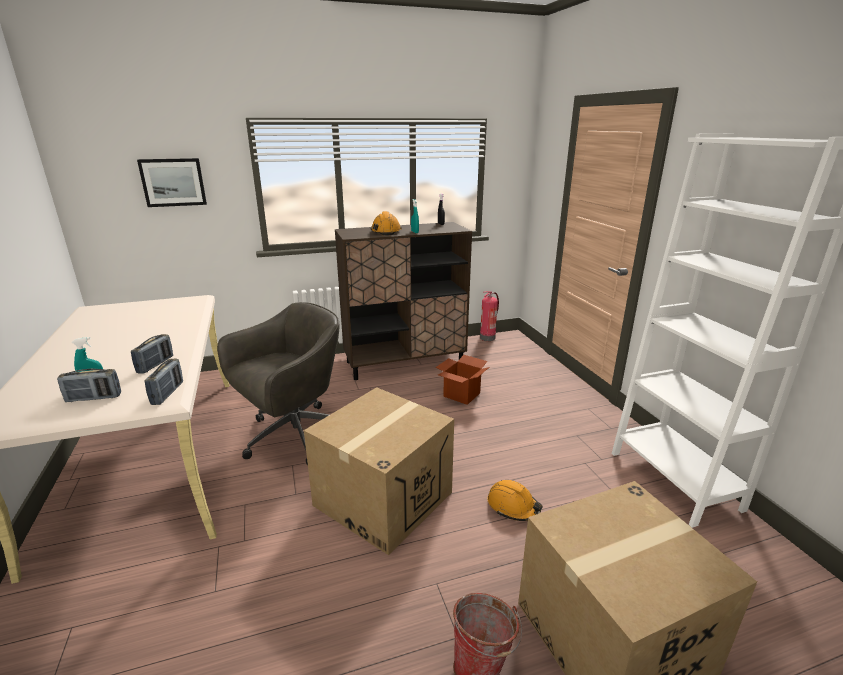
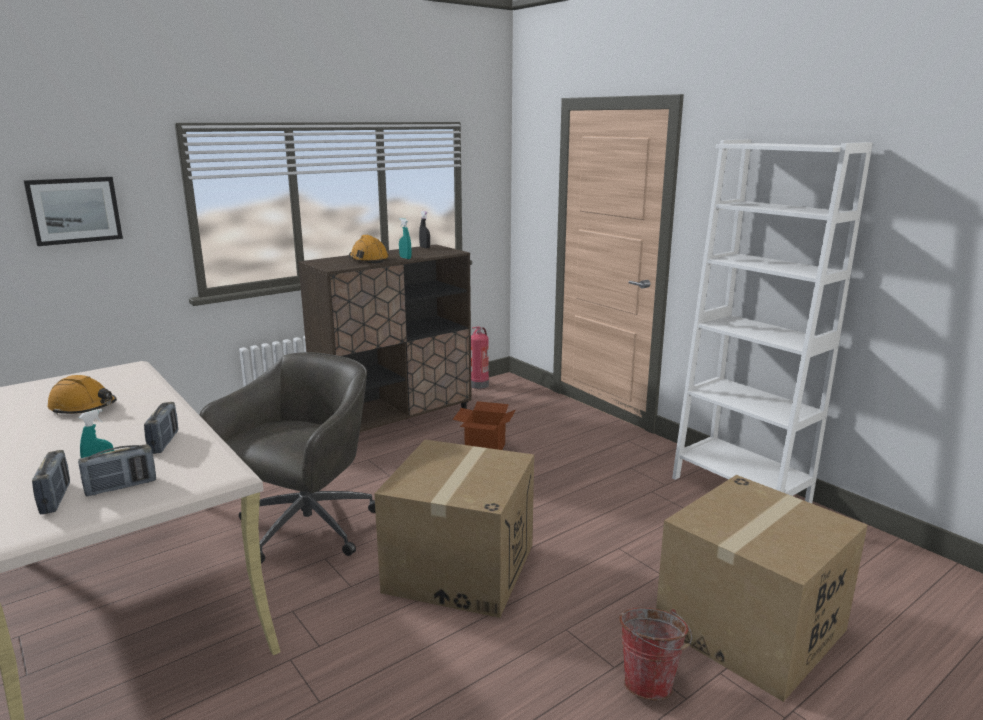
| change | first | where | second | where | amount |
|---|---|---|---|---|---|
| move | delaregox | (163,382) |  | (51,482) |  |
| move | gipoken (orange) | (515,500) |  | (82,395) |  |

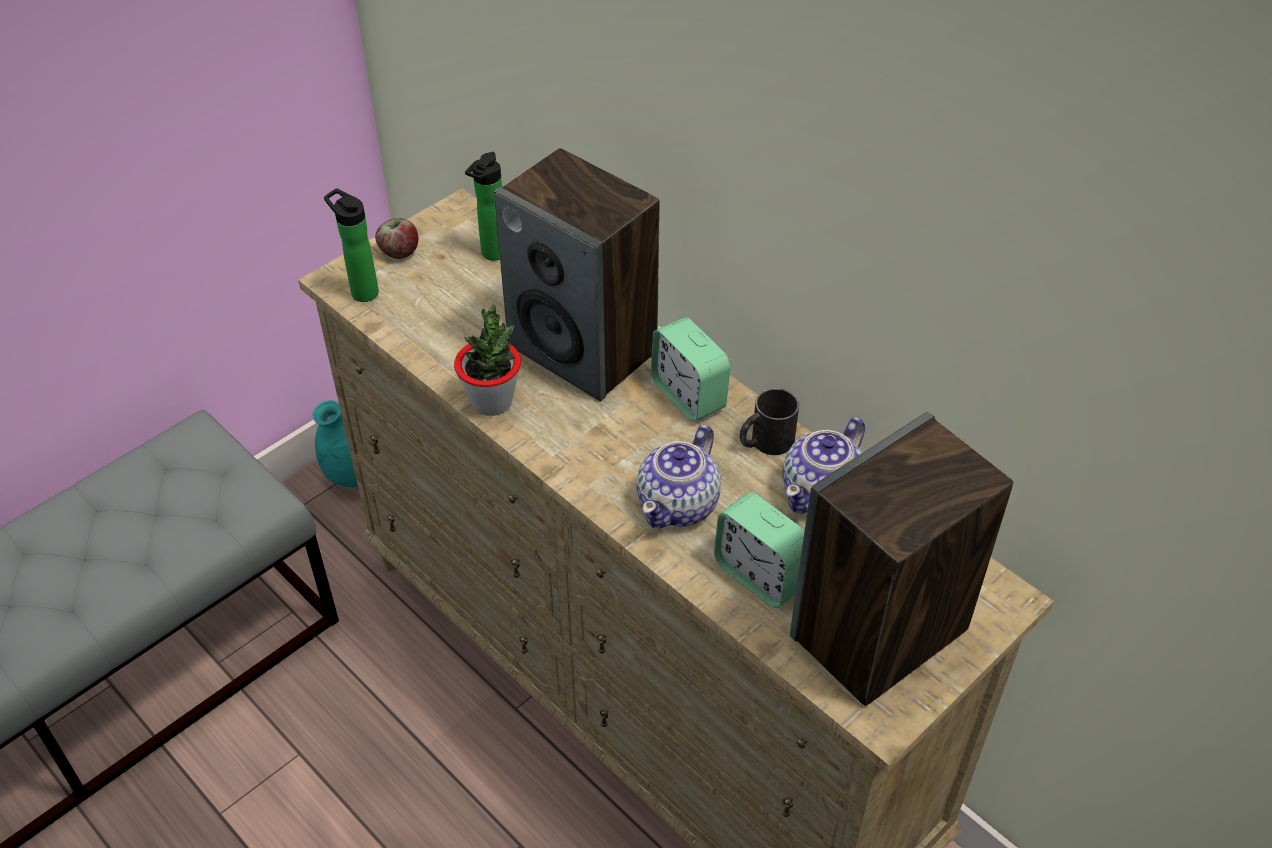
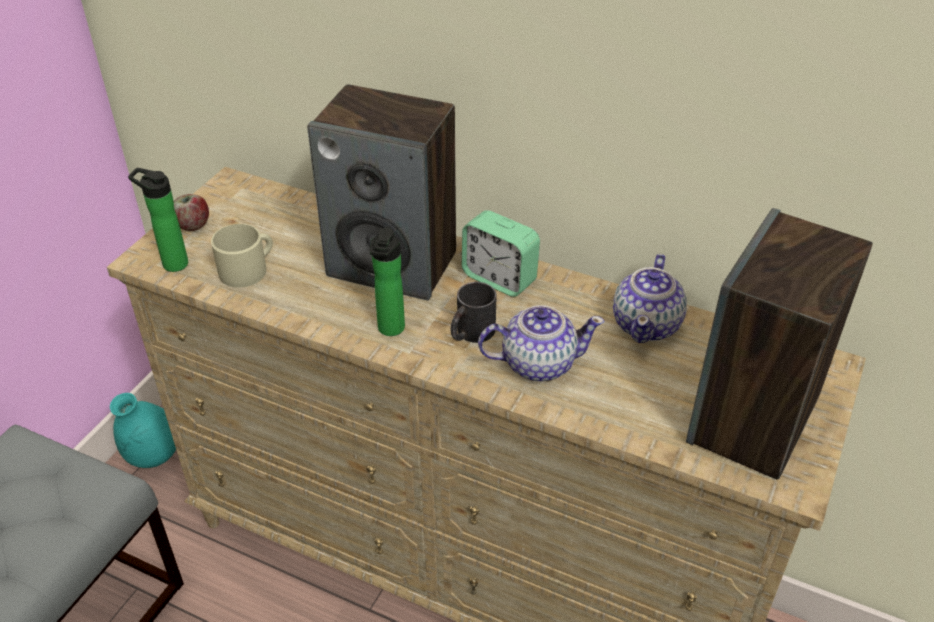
| change | first | where | second | where | amount |
|---|---|---|---|---|---|
| delete | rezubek | (487,360) |  |  |  |
| delete | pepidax | (759,550) |  |  |  |
| insert |  |  | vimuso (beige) | (242,256) |  |
| move | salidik | (483,206) |  | (387,281) |  |
| move | vimuso (black) | (769,421) |  | (473,312) |  |
| rotate | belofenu | (679,476) |  | (541,343) | 105 degrees counterclockwise |

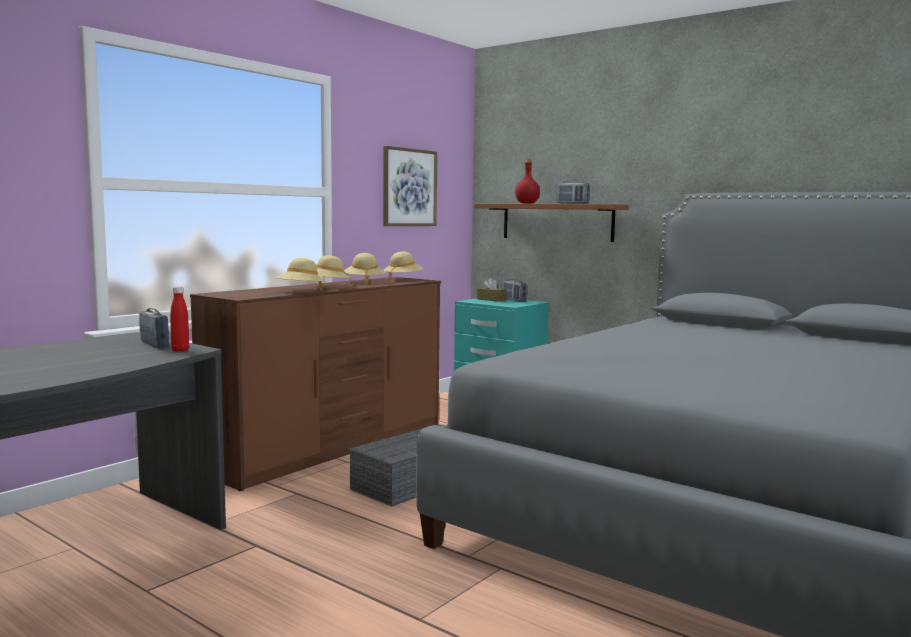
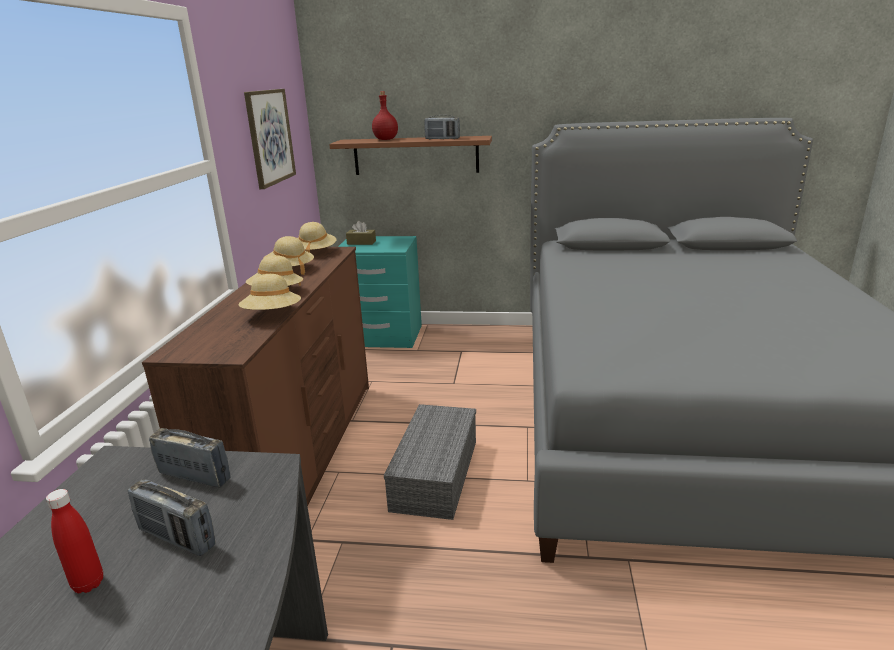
| change | first | where | second | where | amount |
|---|---|---|---|---|---|
| move | salidik (red) | (179,319) |  | (74,541) |  |
| move | delaregox | (514,290) |  | (171,517) |  |

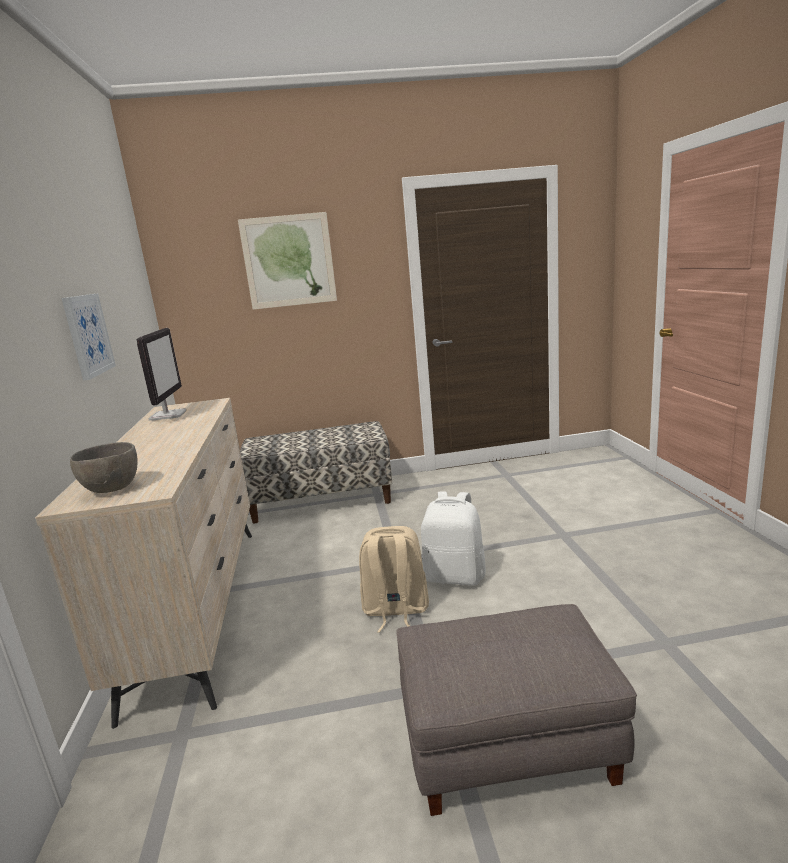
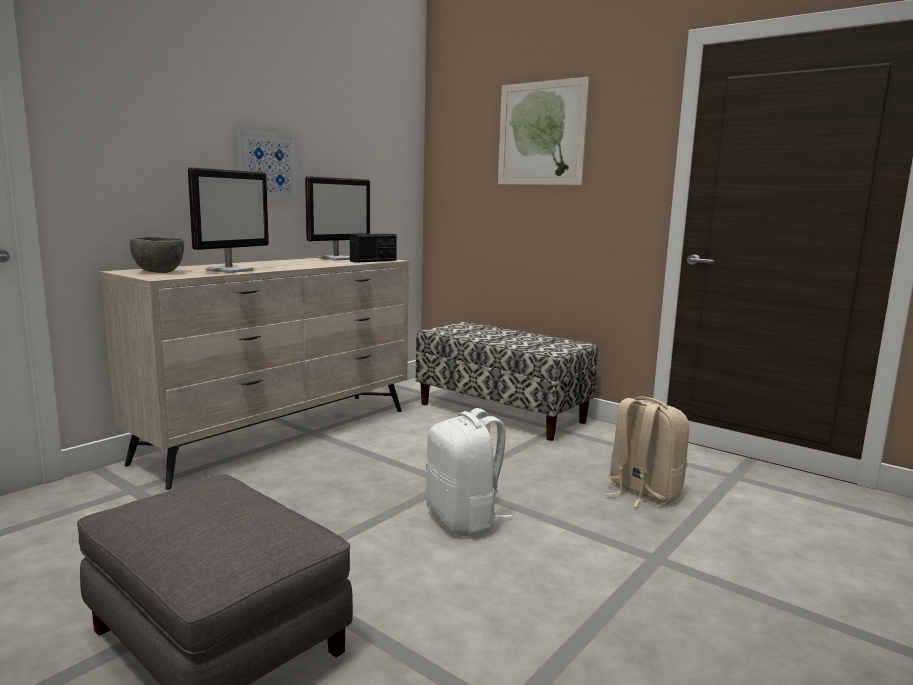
| change | first | where | second | where | amount |
|---|---|---|---|---|---|
| insert |  |  | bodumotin | (228,220) |  |
| insert |  |  | delaregox | (373,248) |  |
| move | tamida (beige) | (394,579) |  | (647,452) |  |

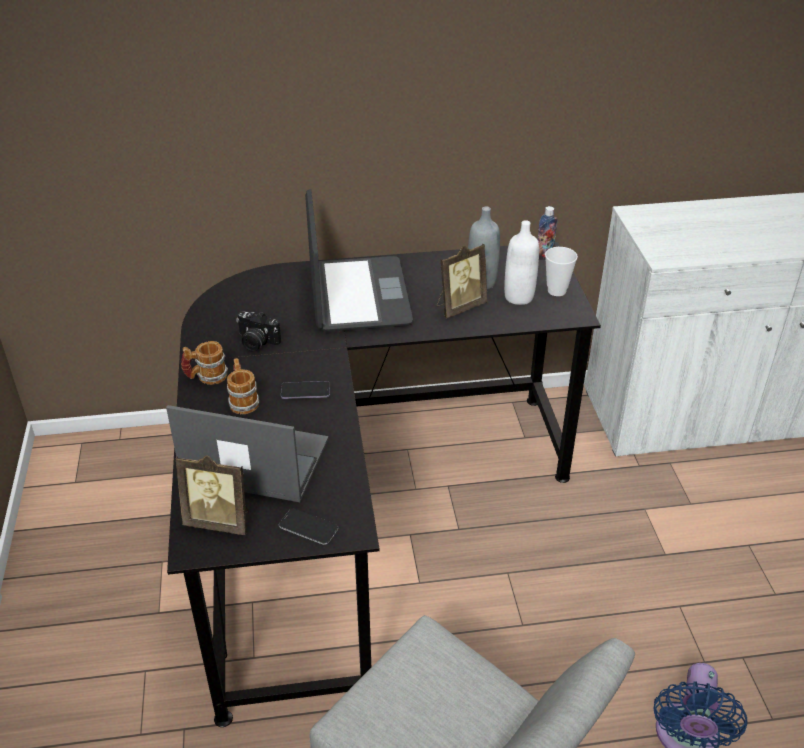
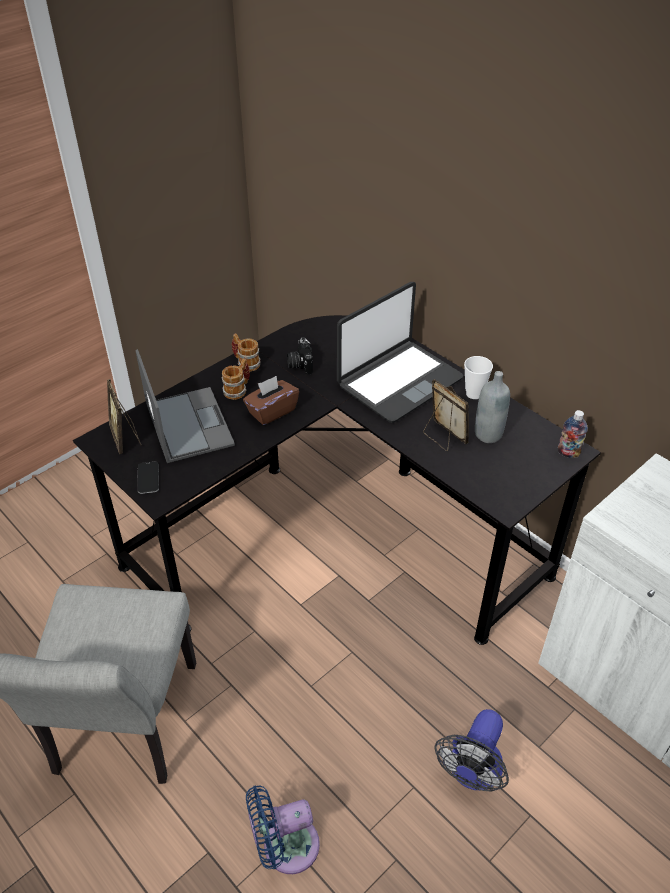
| change | first | where | second | where | amount |
|---|---|---|---|---|---|
| delete | salidik (white) | (521,262) |  |  |  |
| insert |  |  | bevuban | (472,750) |  |
| move | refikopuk | (561,271) |  | (478,377) |  |
| replace | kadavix | (305,390) | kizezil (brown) | (271,400) |  |
| rotate | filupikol | (462,281) |  | (446,415) | 150 degrees counterclockwise |

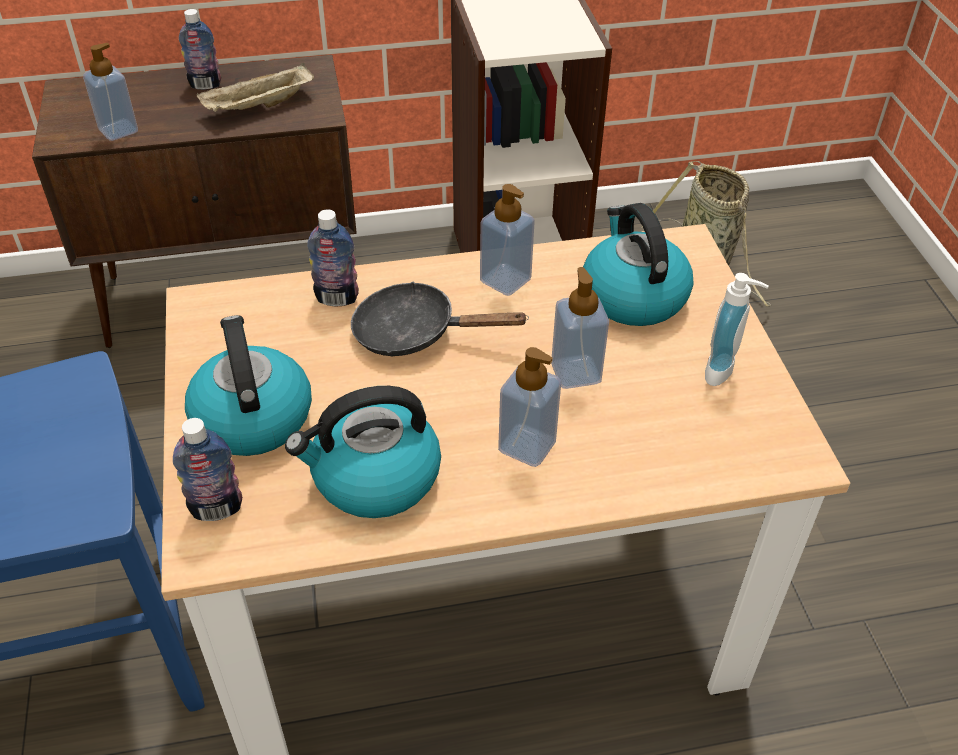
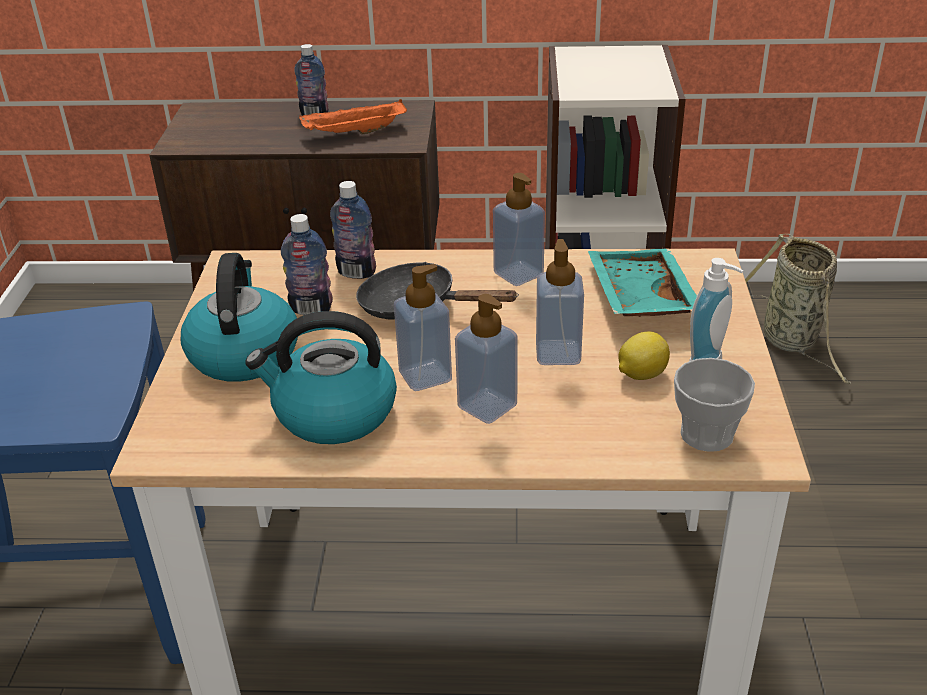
| change | first | where | second | where | amount |
|---|---|---|---|---|---|
| insert |  |  | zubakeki | (644,356) |  |
| insert |  |  | refikopuk | (714,405) |  |
| move | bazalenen | (110,92) |  | (423,327) |  |
| move | salidik | (207,469) |  | (307,264) |  |
| replace | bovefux | (638,264) | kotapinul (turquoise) | (642,283) |  |
| recolor | kotapinul (beige) | (255,87) | kotapinul (orange) | (353,117) |  |

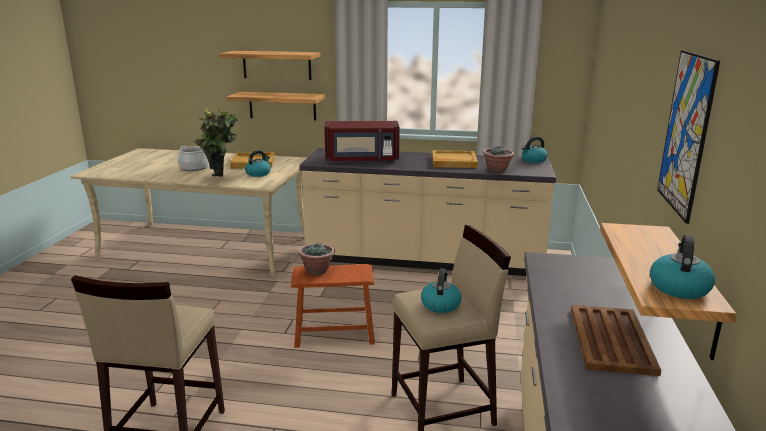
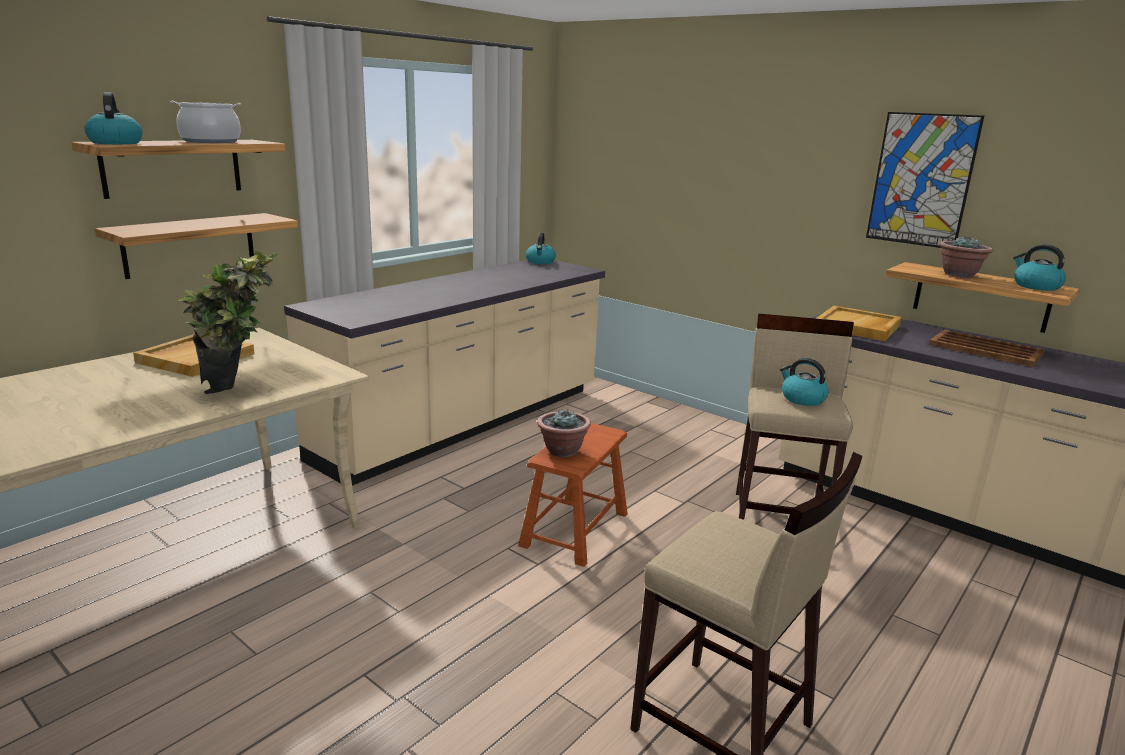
| change | first | where | second | where | amount |
|---|---|---|---|---|---|
| delete | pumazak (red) | (362,142) |  |  |  |
| move | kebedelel | (193,158) |  | (205,122) |  |
| move | bovefux | (258,163) |  | (113,118) |  |
| move | kotapinul (beige) | (455,159) |  | (858,323) |  |
| move | rezubek | (498,159) |  | (966,257) |  |

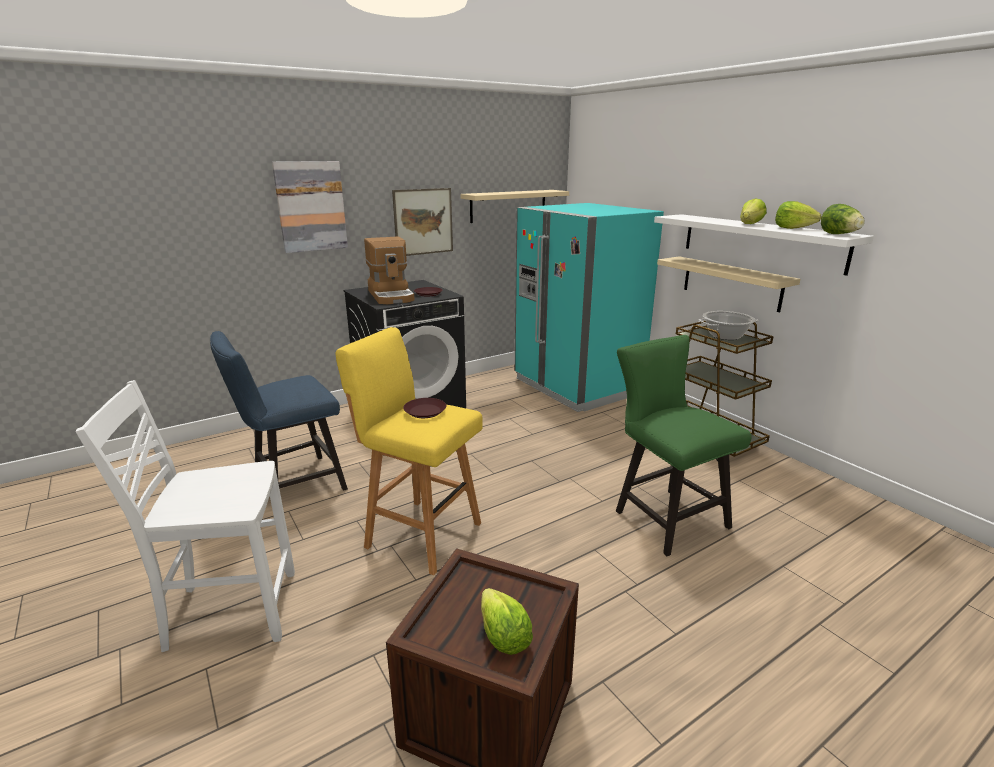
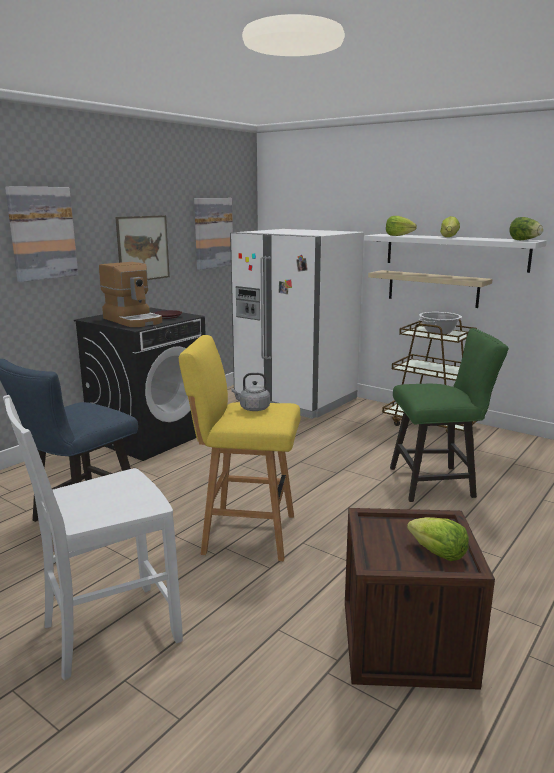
| change | first | where | second | where | amount |
|---|---|---|---|---|---|
| move | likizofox | (798,215) |  | (401,226) |  |
| replace | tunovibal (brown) | (424,408) | bovefux (grey) | (250,392) |  |
| replace | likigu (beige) | (514,206) | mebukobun | (213,234) |  |
| recolor | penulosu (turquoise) | (589,307) | penulosu (white) | (297,324) |  |
| rotate | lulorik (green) | (684,445) |  | (449,415) | 135 degrees clockwise |

